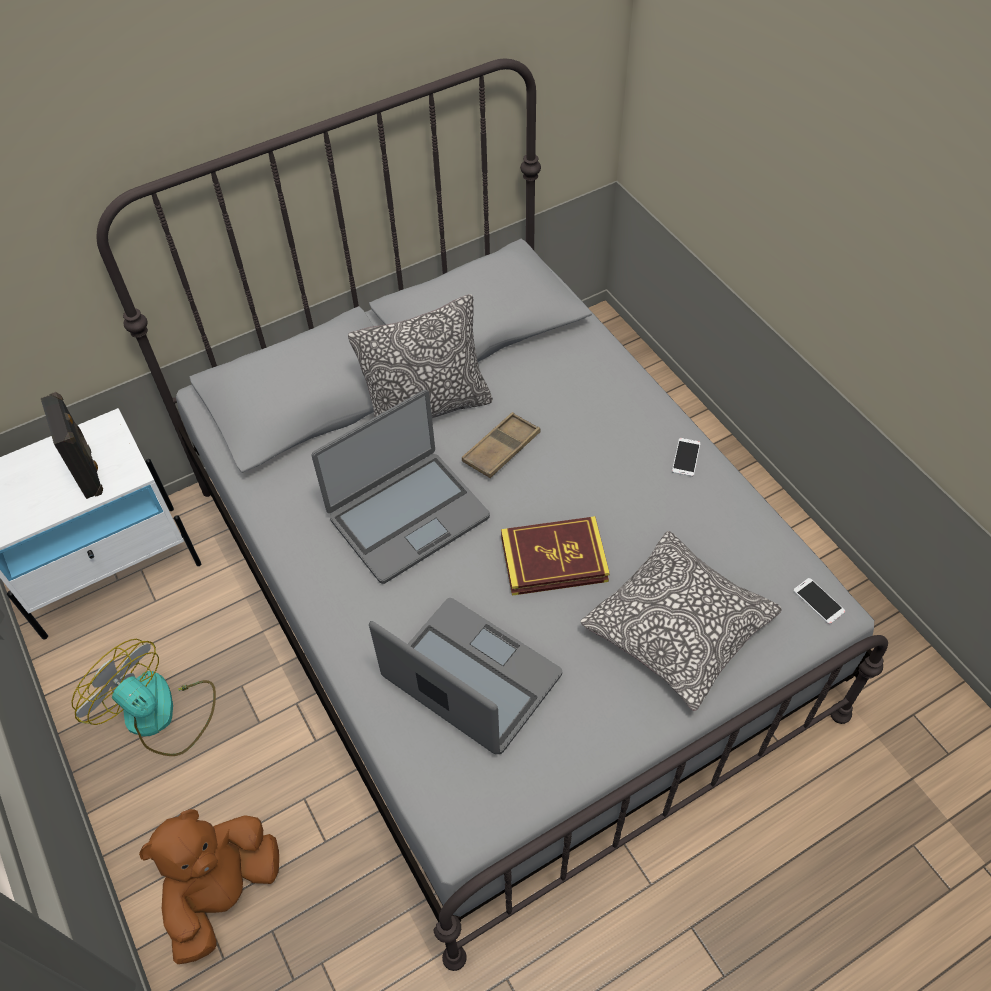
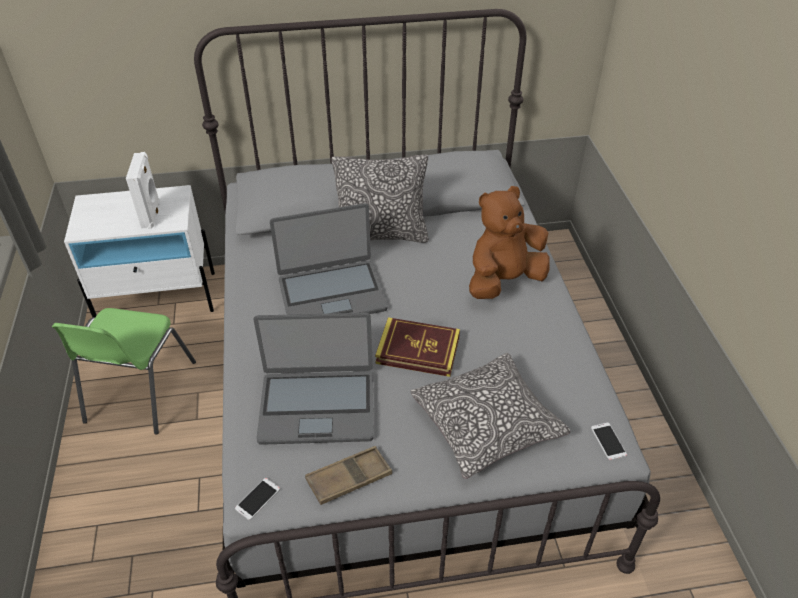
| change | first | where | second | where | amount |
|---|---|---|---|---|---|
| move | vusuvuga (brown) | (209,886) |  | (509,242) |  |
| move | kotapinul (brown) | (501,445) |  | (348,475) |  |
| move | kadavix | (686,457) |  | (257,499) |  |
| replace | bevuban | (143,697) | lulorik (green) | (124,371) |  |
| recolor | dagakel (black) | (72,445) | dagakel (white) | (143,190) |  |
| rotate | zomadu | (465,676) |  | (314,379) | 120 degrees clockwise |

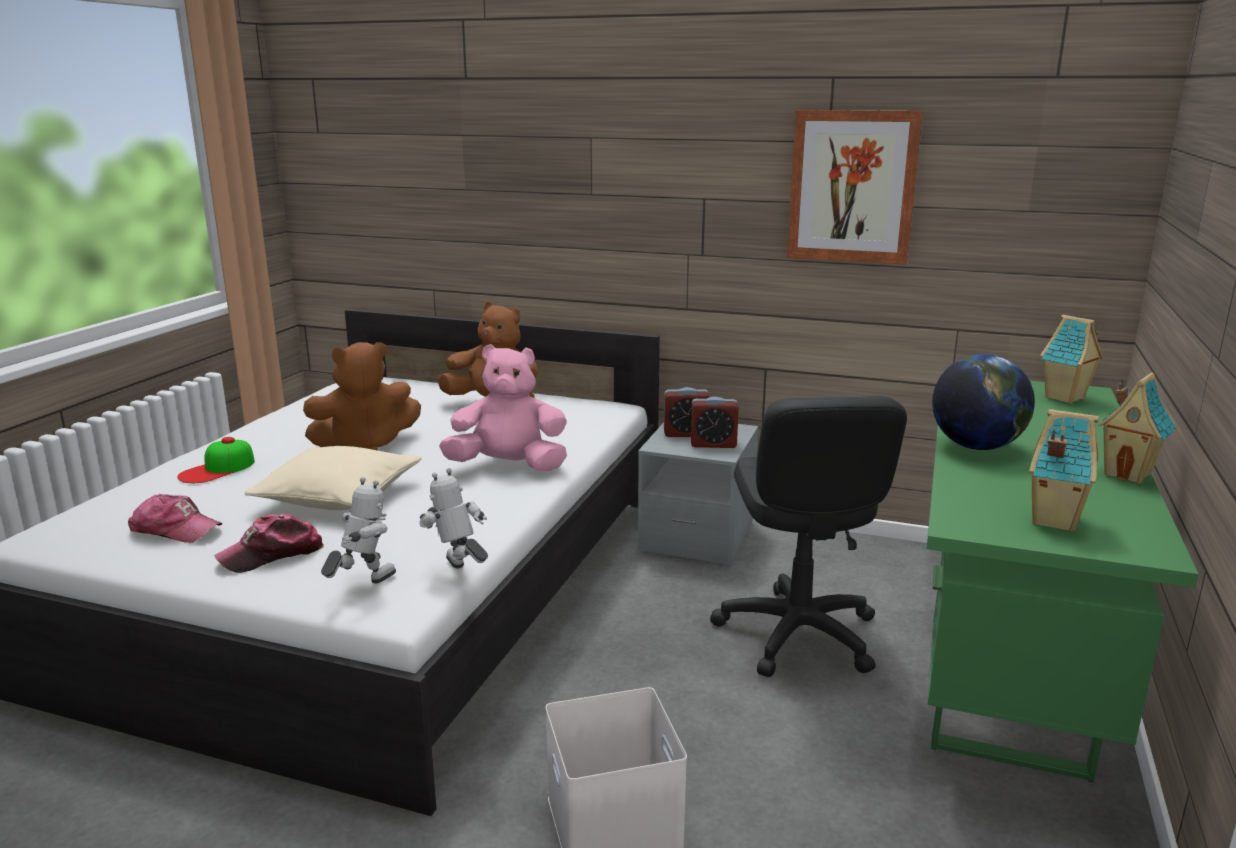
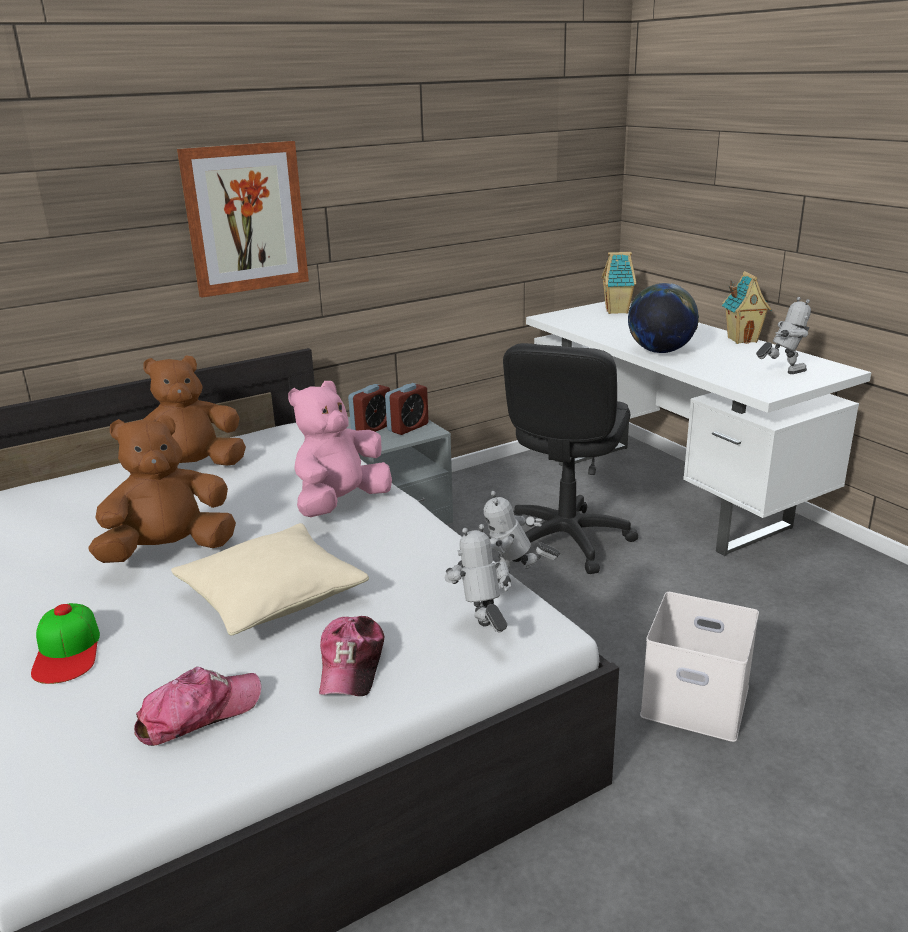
| change | first | where | second | where | amount |
|---|---|---|---|---|---|
| move | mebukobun | (855,187) |  | (243,219) |  |
| replace | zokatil | (1064,470) | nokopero | (783,335) |  |
| recolor | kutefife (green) | (1063,581) | kutefife (white) | (698,429) |  |
| rotate | vusuvuga (brown) | (362,396) |  | (162,489) | 135 degrees counterclockwise |
| rotate | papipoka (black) | (808,536) |  | (570,458) | 75 degrees clockwise |

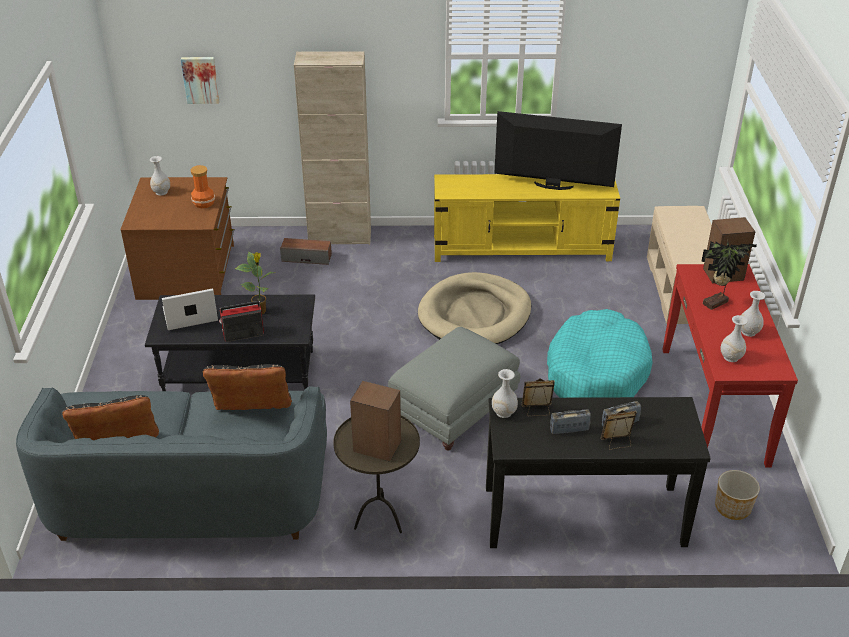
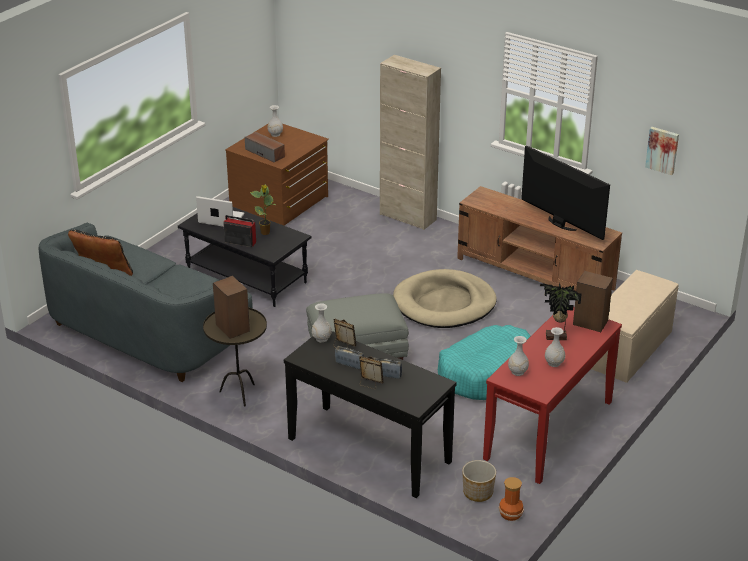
| change | first | where | second | where | amount |
|---|---|---|---|---|---|
| delete | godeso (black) | (247,387) |  |  |  |
| move | mebukobun | (200,80) |  | (662,151) |  |
| move | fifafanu | (203,186) |  | (511,499) |  |
| move | dagakel | (306,251) |  | (265,147) |  |
| recolor | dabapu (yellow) | (527,218) | dabapu (brown) | (539,238) |  |

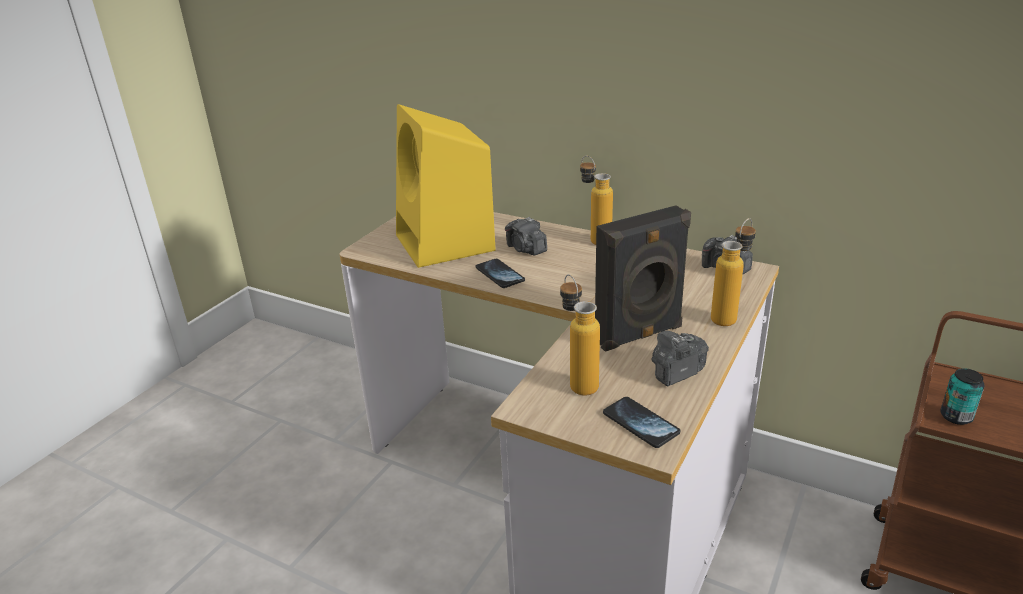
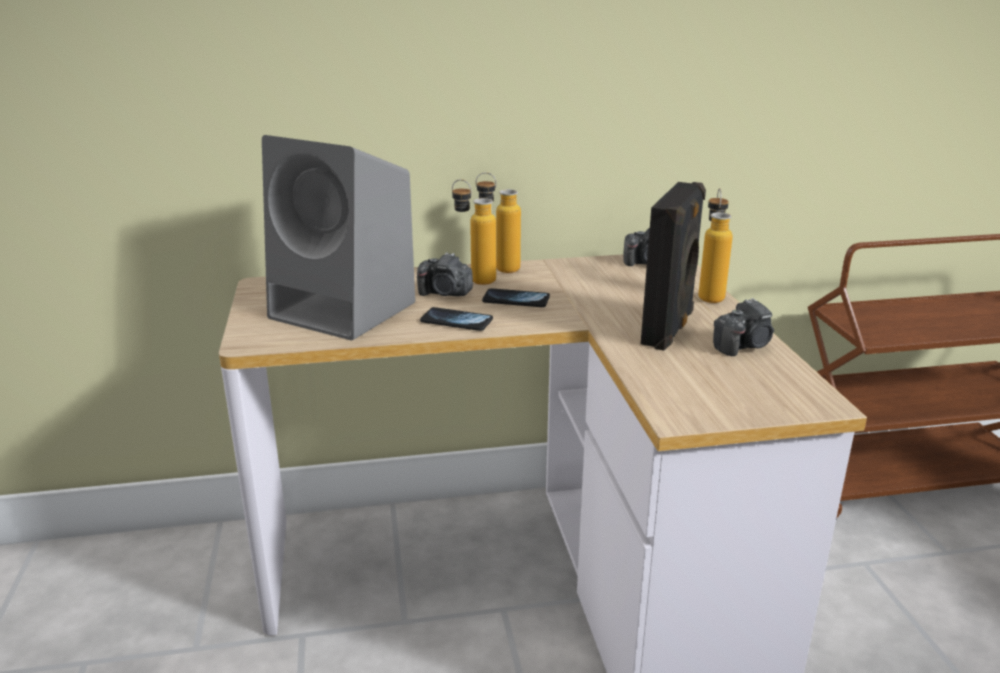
| change | first | where | second | where | amount |
|---|---|---|---|---|---|
| delete | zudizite | (962,396) |  |  |  |
| move | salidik | (580,335) |  | (474,232) |  |
| move | kadavix | (641,422) |  | (516,297) |  |
| recolor | dagakel (yellow) | (446,186) | dagakel (grey) | (339,238) |  |
| rotate | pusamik | (680,358) |  | (743,327) | 135 degrees counterclockwise |

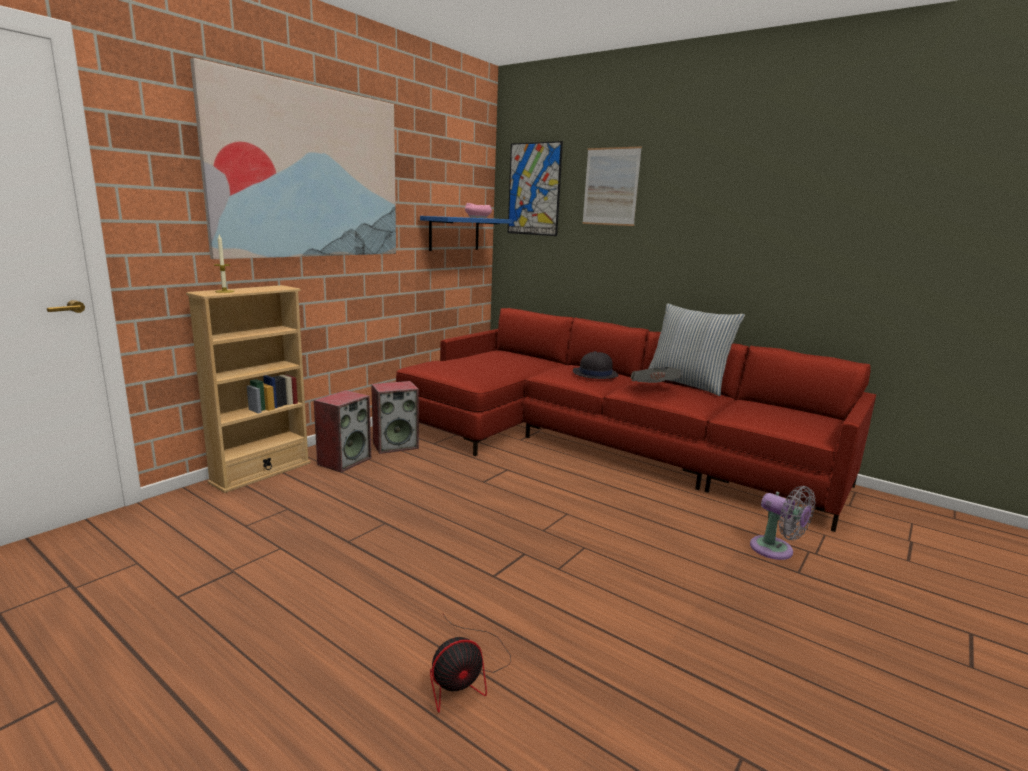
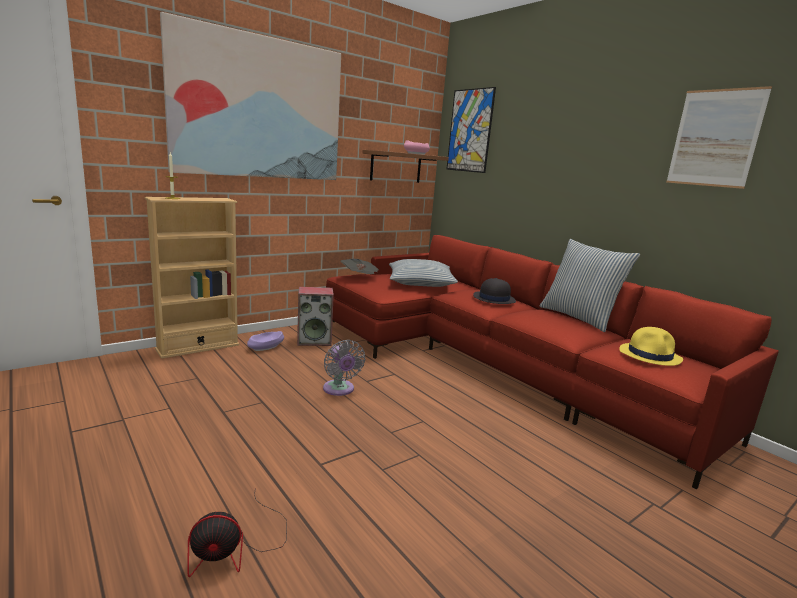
| change | first | where | second | where | amount |
|---|---|---|---|---|---|
| insert |  |  | godeso | (423,273) |  |
| insert |  |  | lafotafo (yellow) | (651,346) |  |
| move | mebukobun | (612,186) |  | (719,137) |  |
| move | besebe | (656,375) |  | (359,266) |  |
| move | bevuban (grey) | (783,523) |  | (344,368) |  |
| replace | dagakel | (342,431) | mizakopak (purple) | (265,341) |  |
| recolor | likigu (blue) | (466,233) | likigu (brown) | (405,166) |  |

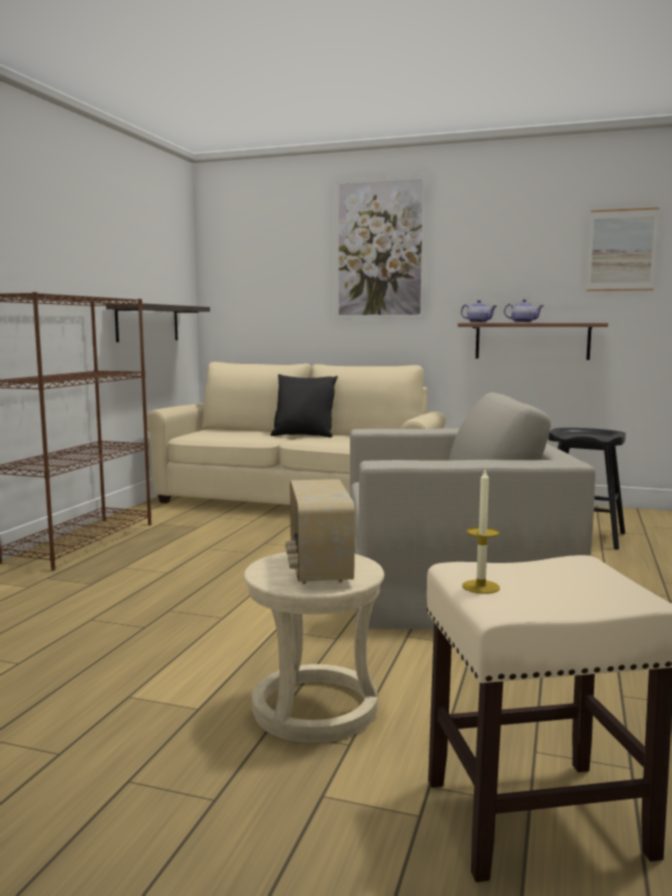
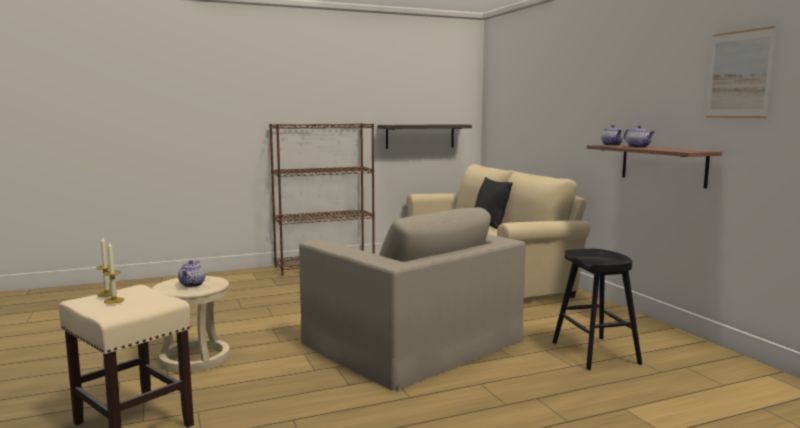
| change | first | where | second | where | amount |
|---|---|---|---|---|---|
| delete | mebukobun | (381,246) |  |  |  |
| insert |  |  | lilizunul | (113,272) |  |
| replace | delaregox | (320,531) | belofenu | (192,273) |  |

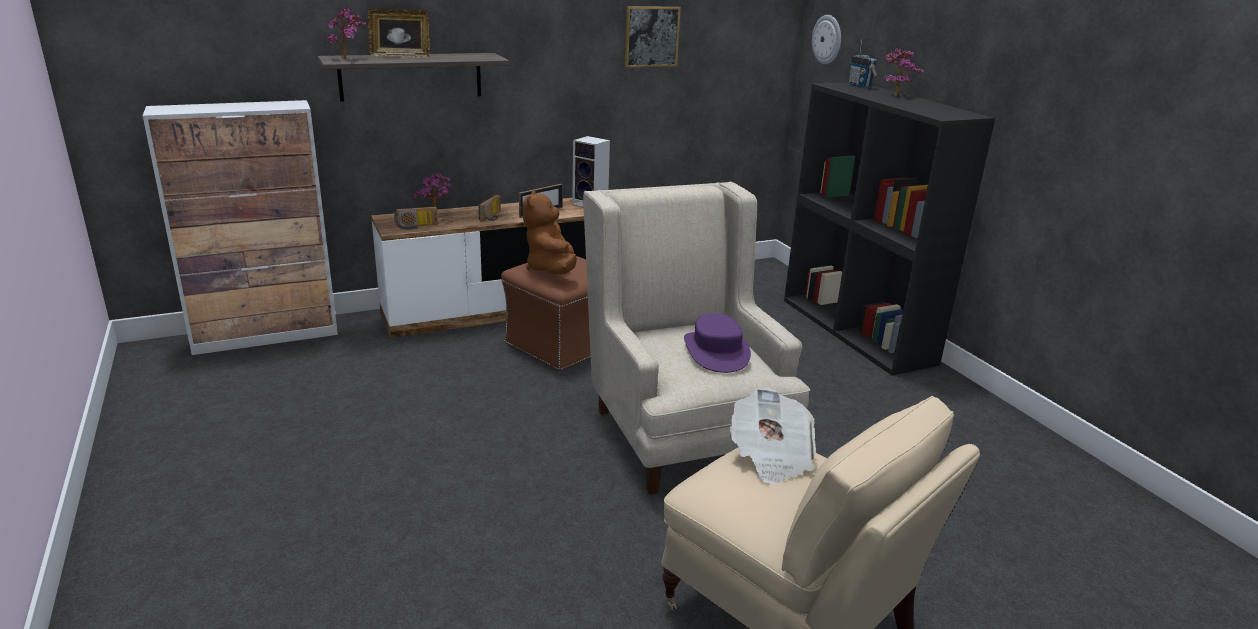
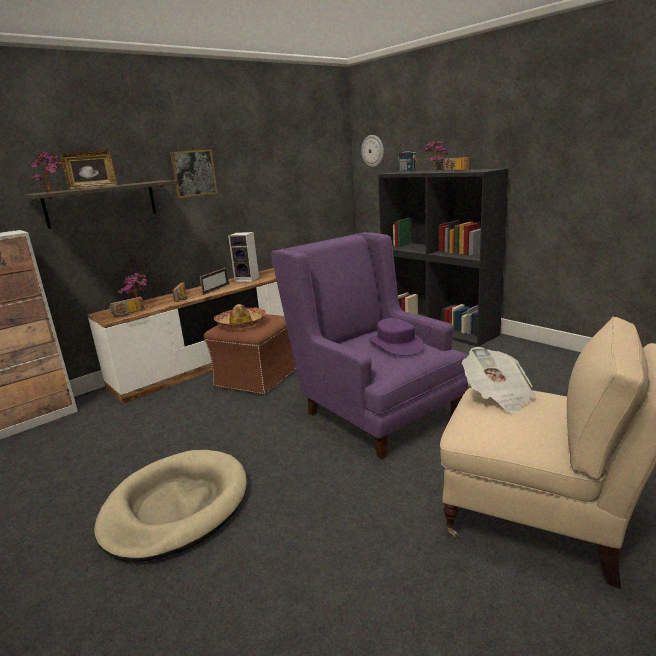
| change | first | where | second | where | amount |
|---|---|---|---|---|---|
| insert |  |  | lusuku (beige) | (170,506) |  |
| insert |  |  | delaregox | (455,164) |  |
| move | mebukobun | (653,37) |  | (193,173) |  |
| replace | vusuvuga (brown) | (549,232) | lafotafo | (240,316) |  |
| recolor | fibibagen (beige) | (696,338) | fibibagen (purple) | (369,345) |  |

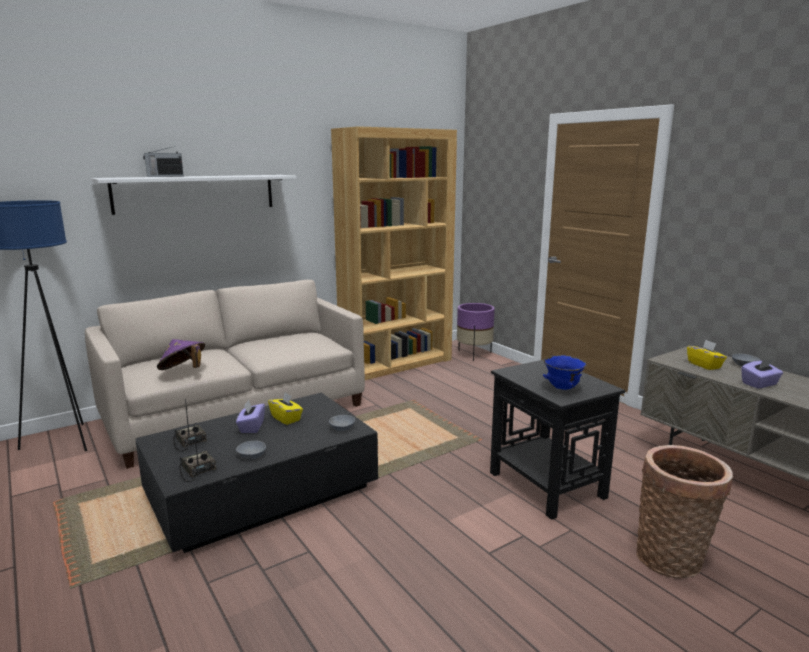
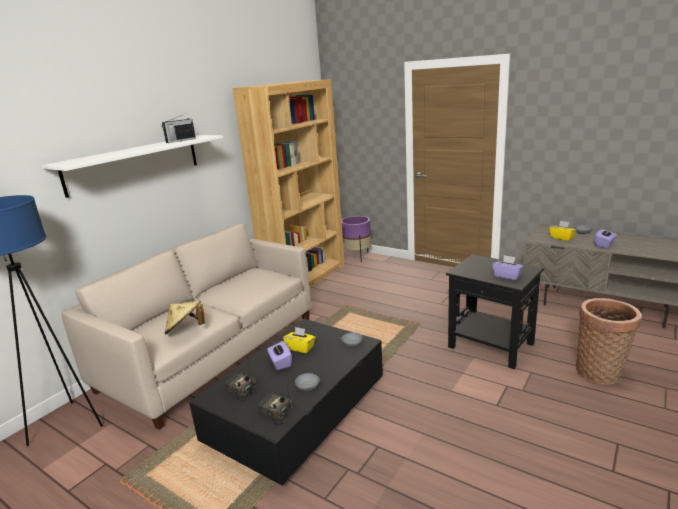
| change | first | where | second | where | amount |
|---|---|---|---|---|---|
| move | delaregox | (163,161) |  | (179,128) |  |
| replace | mizakopak (blue) | (565,372) | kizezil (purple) | (508,267) |  |
| recolor | lafotafo (purple) | (181,354) | lafotafo (beige) | (184,318) |  |

